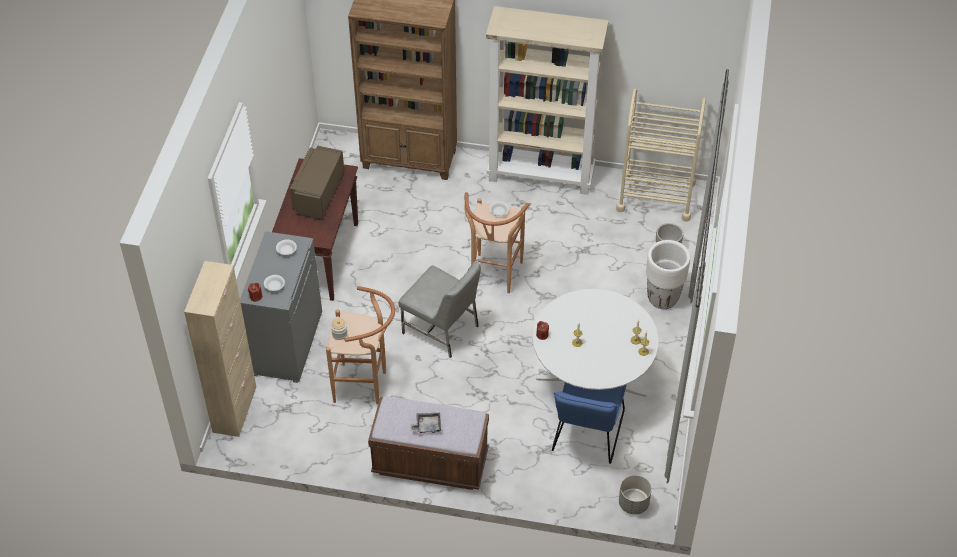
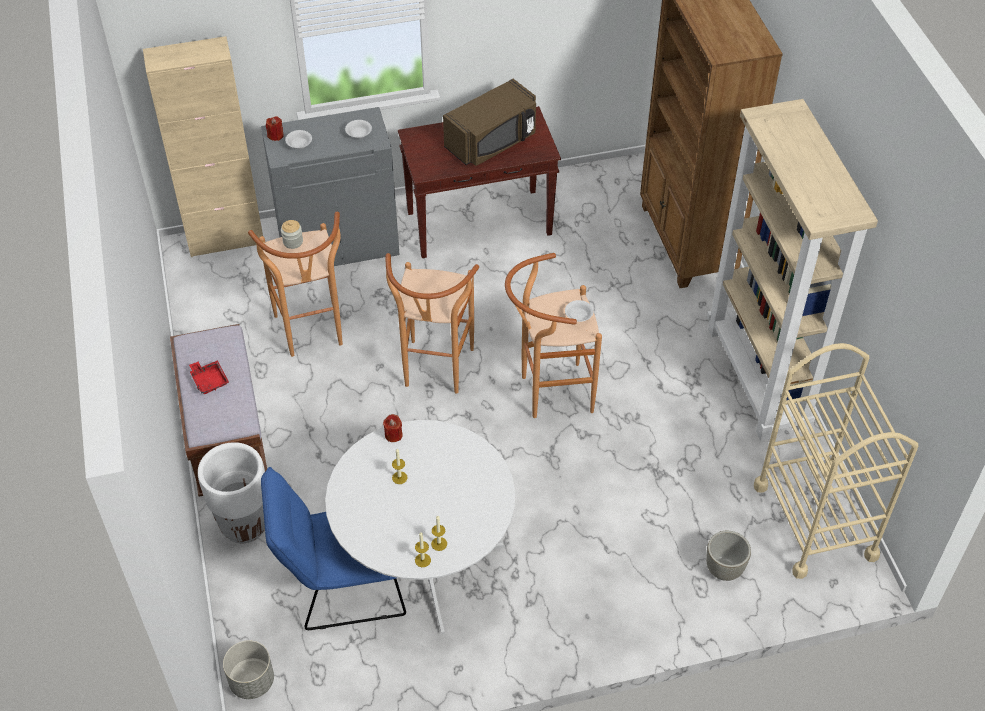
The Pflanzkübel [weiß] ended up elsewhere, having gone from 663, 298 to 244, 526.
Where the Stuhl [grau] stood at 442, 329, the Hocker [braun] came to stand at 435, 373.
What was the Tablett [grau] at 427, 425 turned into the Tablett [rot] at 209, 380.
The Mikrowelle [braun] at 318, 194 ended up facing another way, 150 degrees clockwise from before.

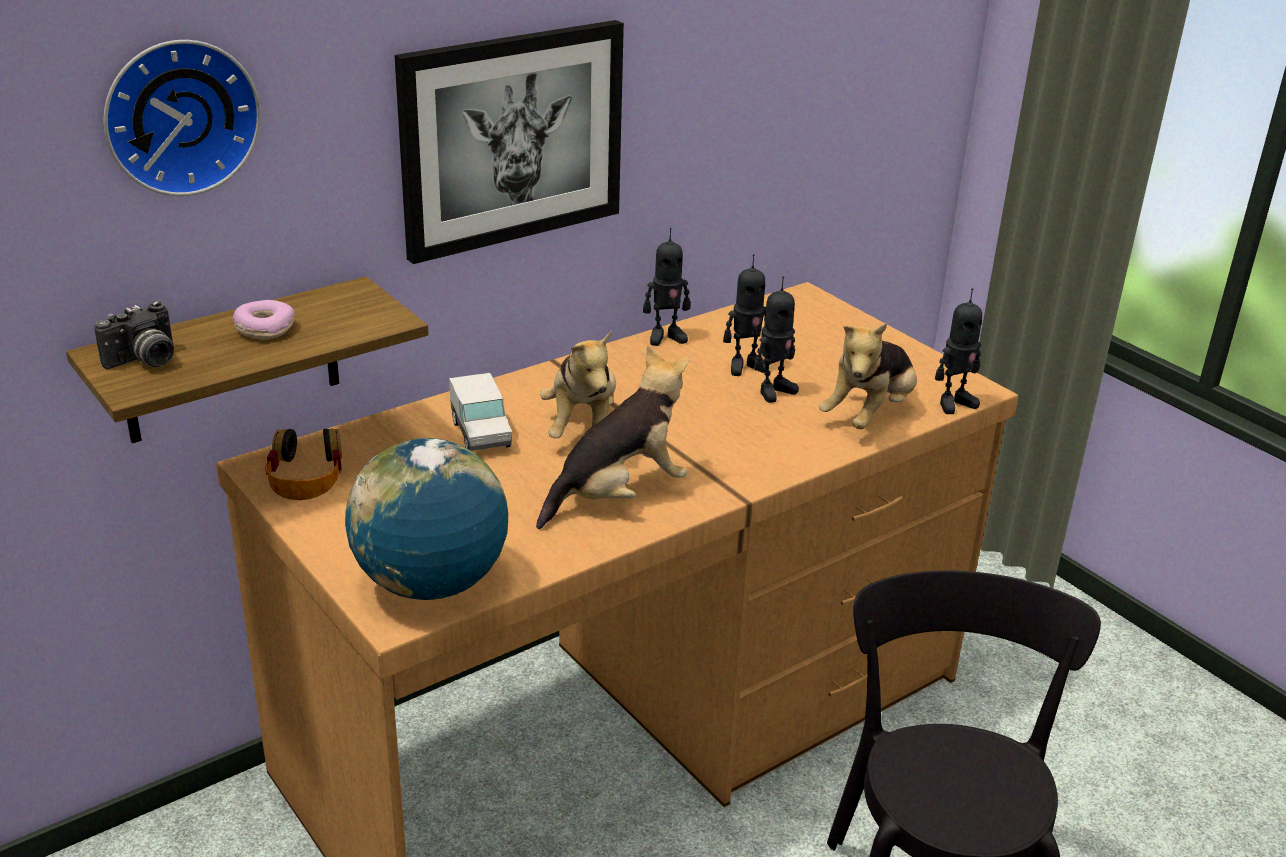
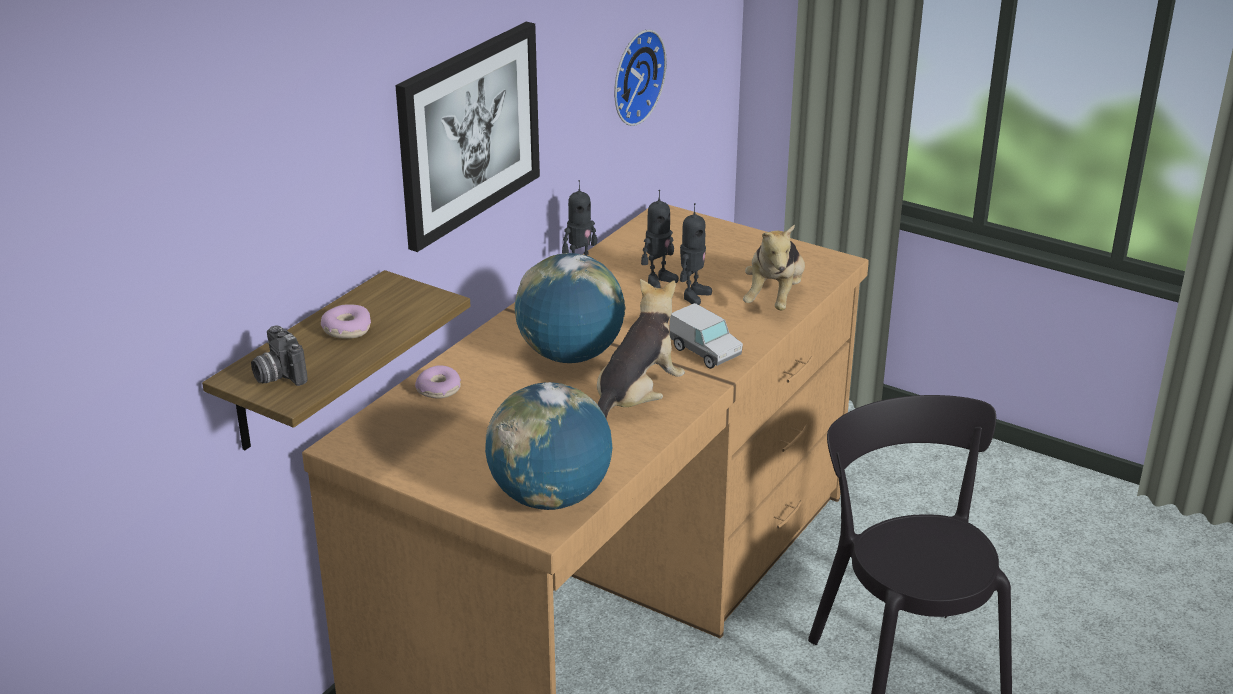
The second view lost the Kopfhörer at 306, 475.
The second view lost the Spielzeugroboter at 954, 403.
The second view gained the Donut at 439, 389.
The Wanduhr ended up elsewhere, having gone from 179, 115 to 633, 76.
The Spielzeuglaster ended up elsewhere, having gone from 480, 434 to 705, 352.
Where the Plüschtier stood at 582, 426, the Globus came to stand at 570, 355.
The Kamera at 145, 361 ended up facing another way, 120 degrees clockwise from before.

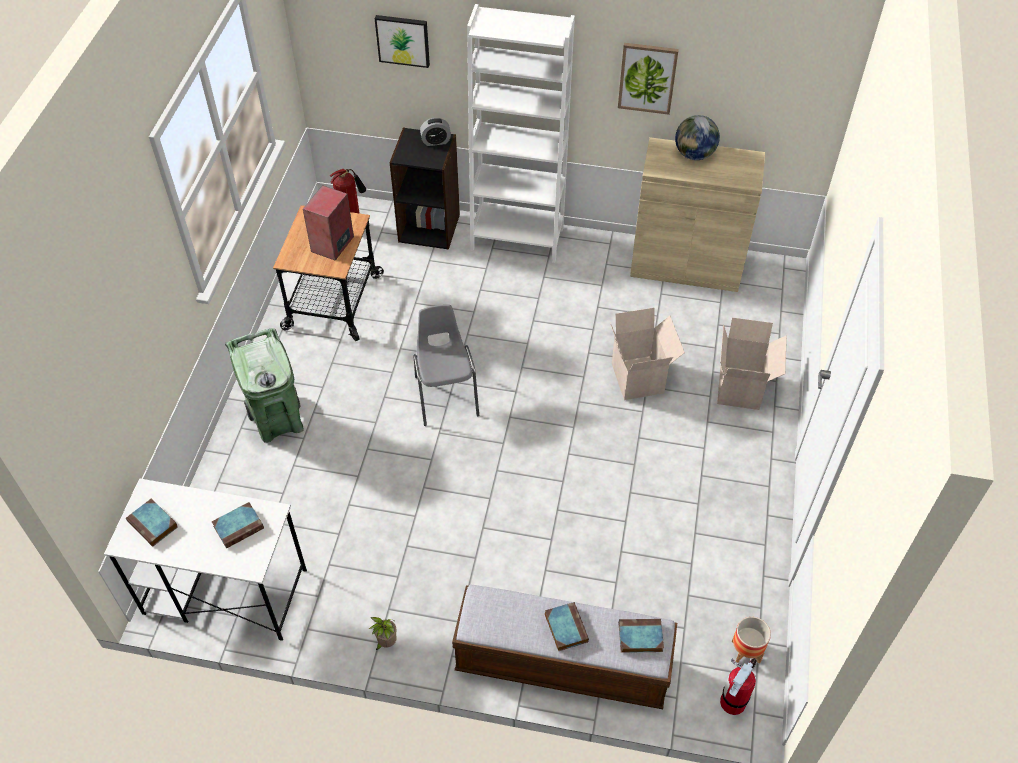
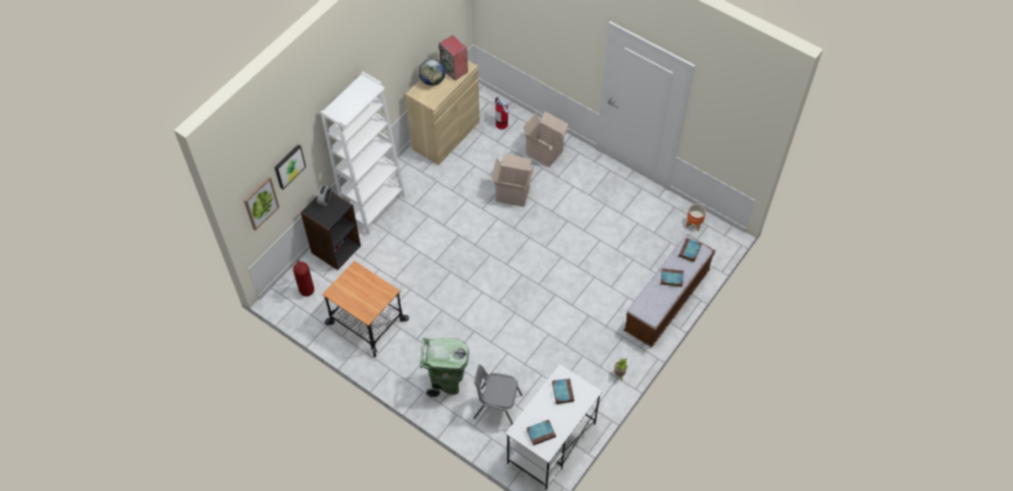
The Lautsprecher ended up elsewhere, having gone from 332, 244 to 454, 70.
The Stuhl [grau] ended up elsewhere, having gone from 446, 395 to 497, 406.
The Bild ended up elsewhere, having gone from 647, 78 to 260, 203.
The Feuerlöscher ended up elsewhere, having gone from 733, 702 to 501, 124.

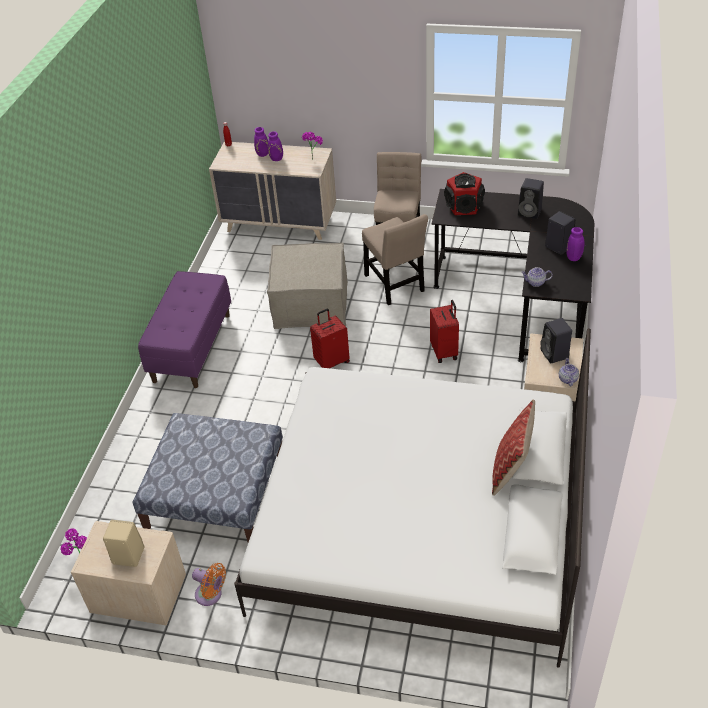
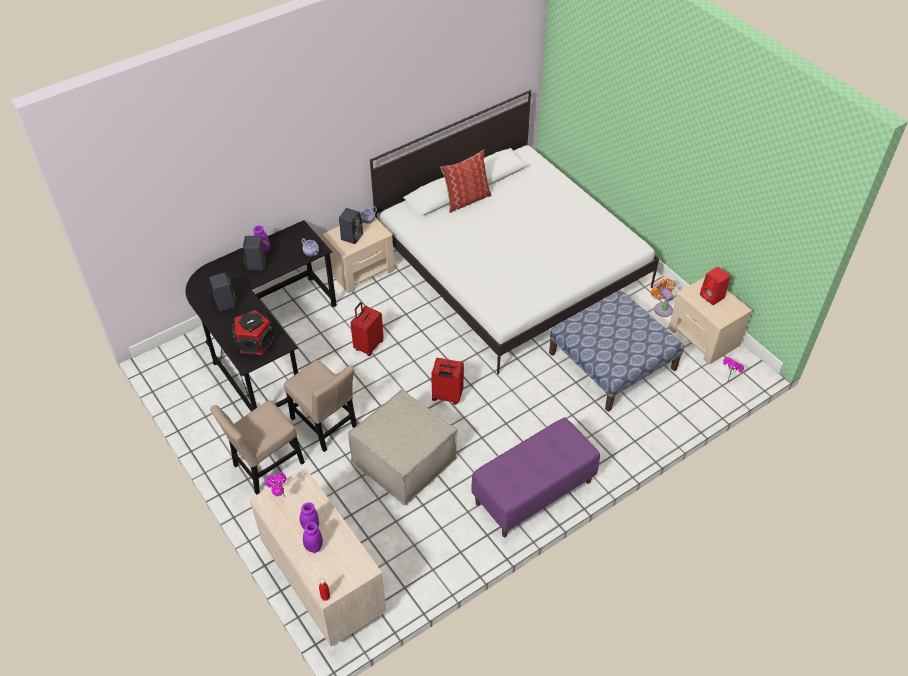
What was the Lautsprecher [beige] at 127, 556 turned into the Lautsprecher [rot] at 712, 297.
The Stuhl [beige] at 395, 285 ended up facing another way, 120 degrees clockwise from before.

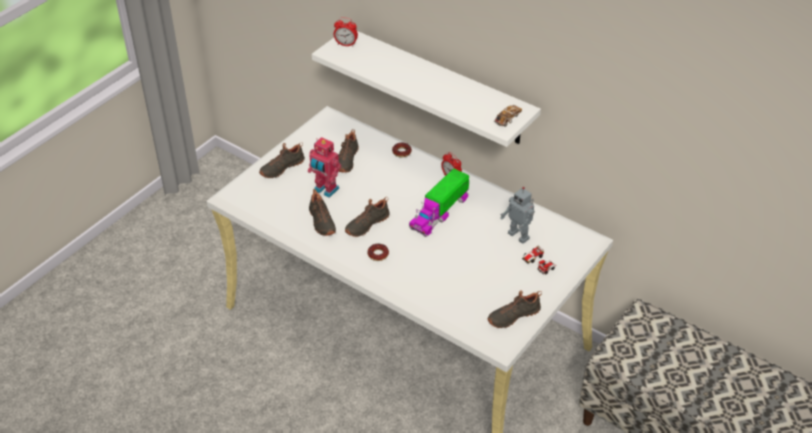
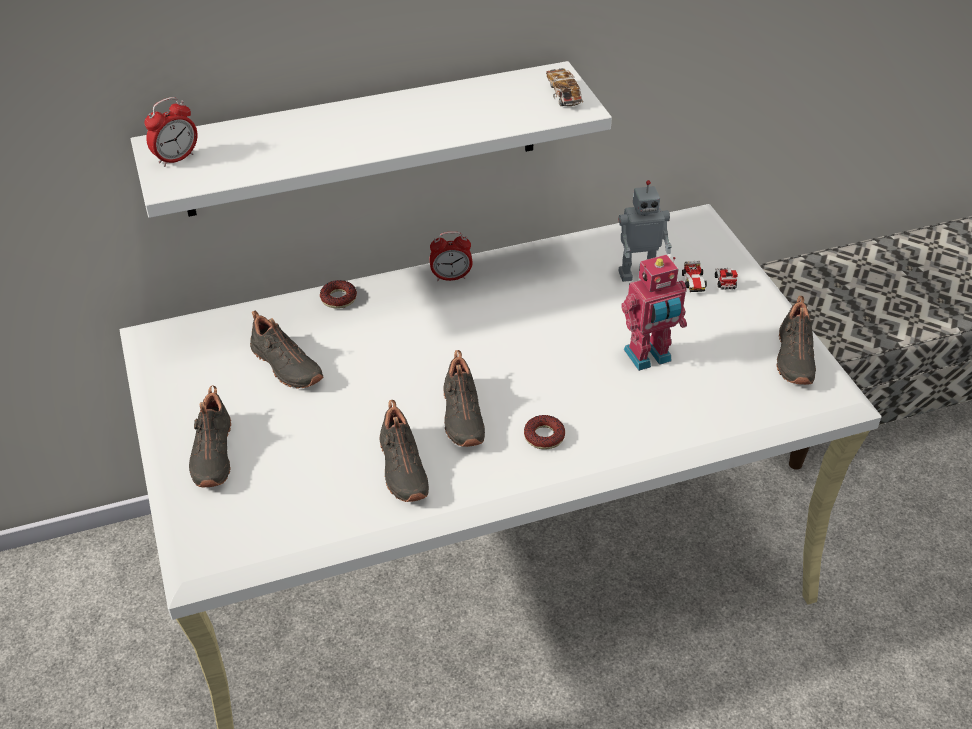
The second view lost the Spielzeuglaster at 439, 212.
The Spielzeugroboter ended up elsewhere, having gone from 325, 190 to 649, 357.
The Schuh [schwarz] at 321, 221 ended up facing another way, 60 degrees clockwise from before.

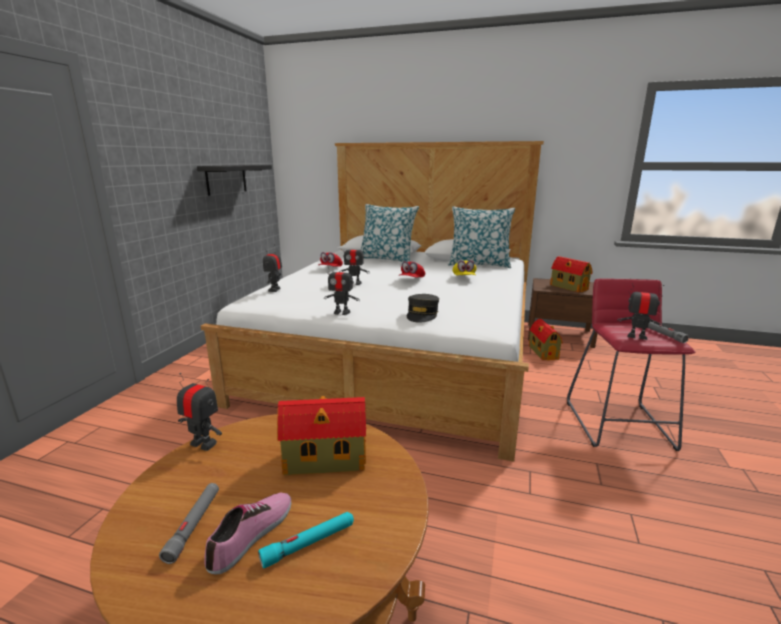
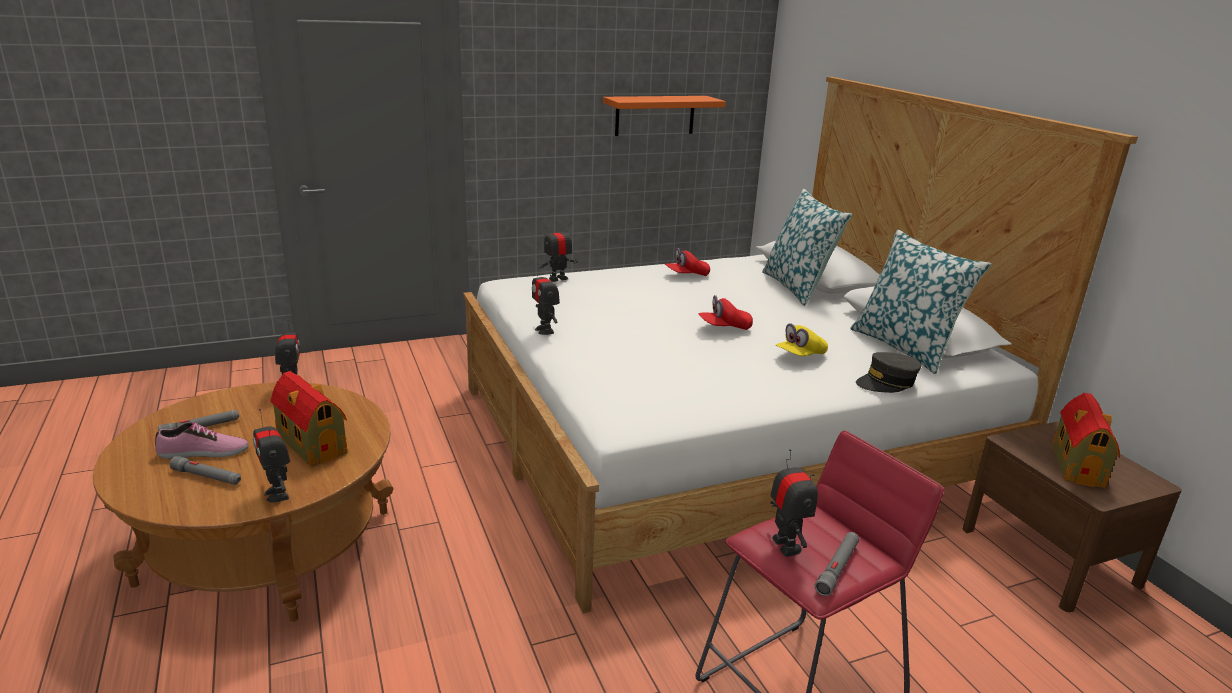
The second view lost the Spielzeughaus at 543, 352.
The Spielzeugroboter ended up elsewhere, having gone from 354, 283 to 278, 494.
The Kappe [grau] ended up elsewhere, having gone from 422, 315 to 887, 382.
What was the Wandregal [schwarz] at 226, 179 turned into the Wandregal [orange] at 655, 115.
What was the Taschenlampe [türkis] at 309, 543 turned into the Taschenlampe [grau] at 207, 477.

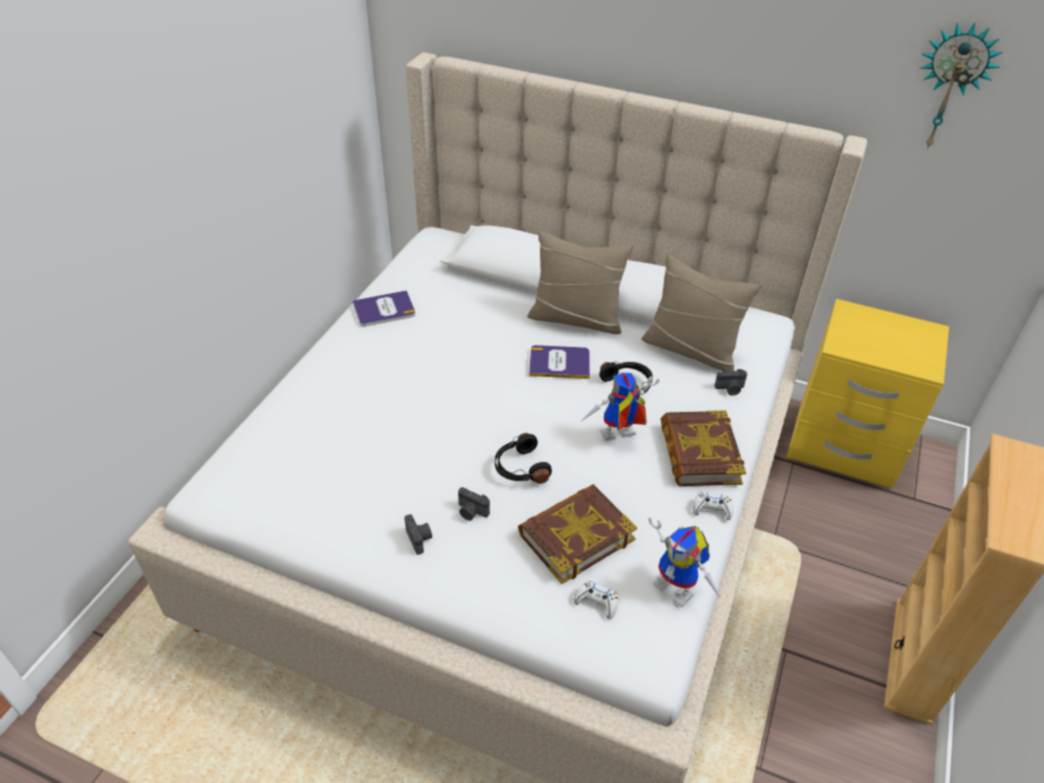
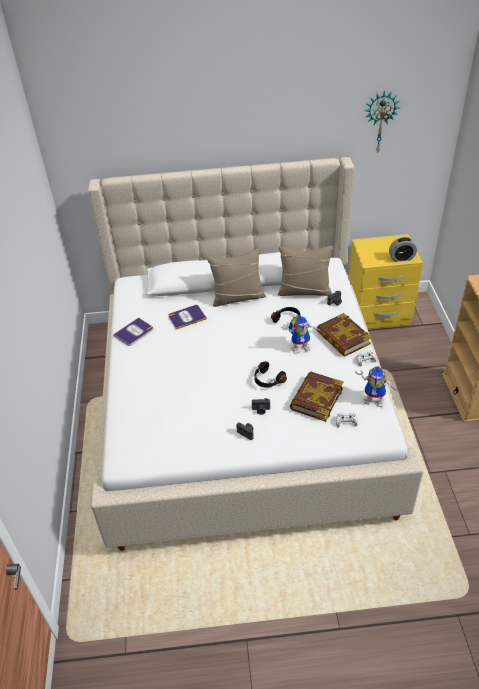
The second view gained the Wecker at 401, 258.
The Buch ended up elsewhere, having gone from 559, 363 to 187, 317.
The Spielzeugroboter at 617, 437 ended up facing another way, 150 degrees counterclockwise from before.

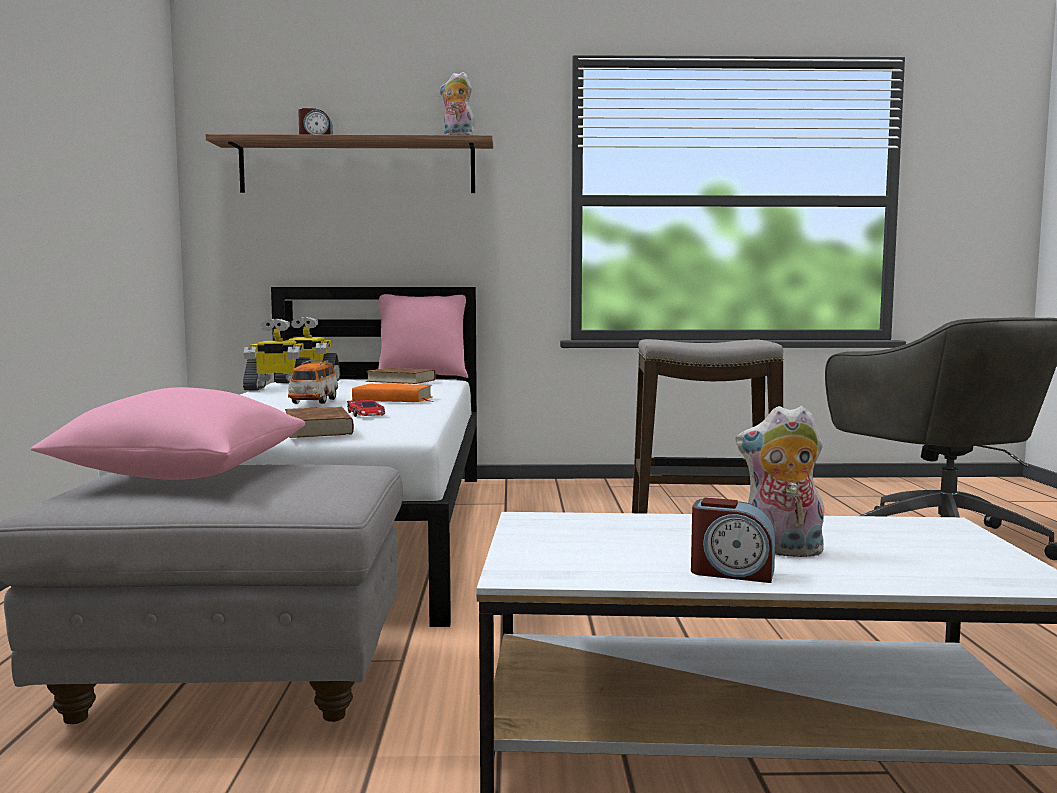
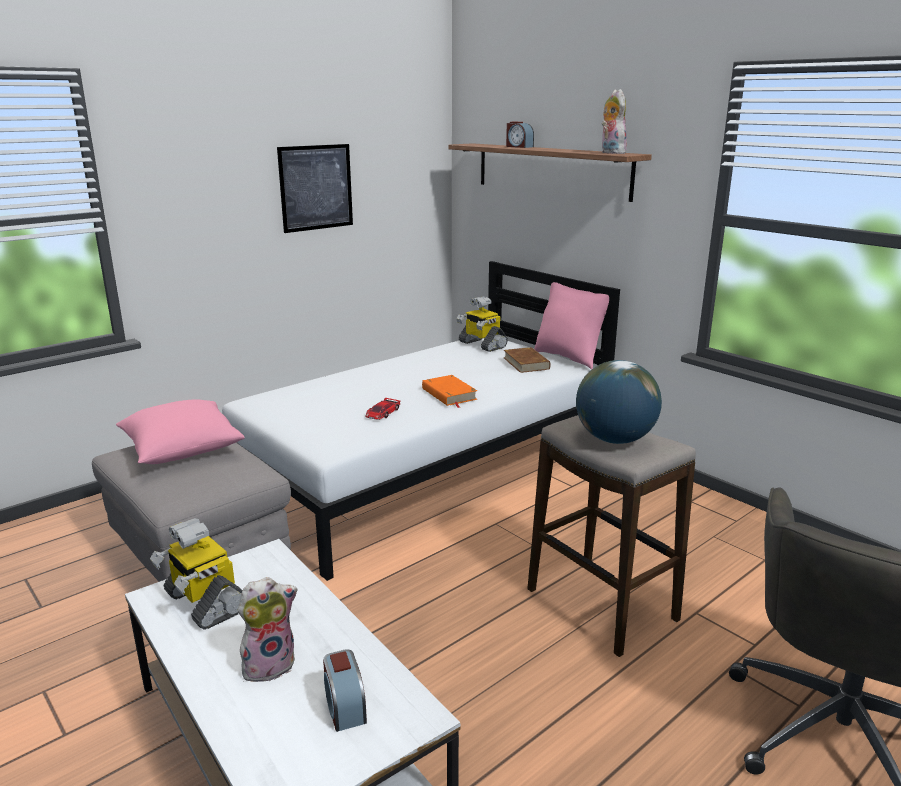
The second view lost the Buch [braun] at 319, 429.
The second view lost the Spielzeugauto at 314, 401.
The second view gained the Bild at 316, 187.
The second view gained the Globus at 615, 439.
The Spielzeugroboter ended up elsewhere, having gone from 278, 389 to 204, 602.
The Wecker ended up elsewhere, having gone from 731, 572 to 344, 707.
The Plüschtier at 781, 551 ended up facing another way, 90 degrees clockwise from before.

